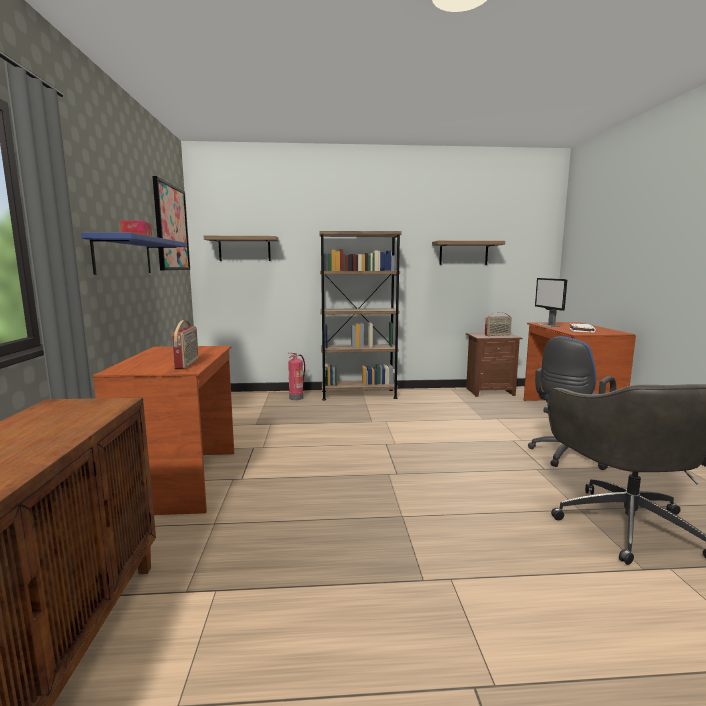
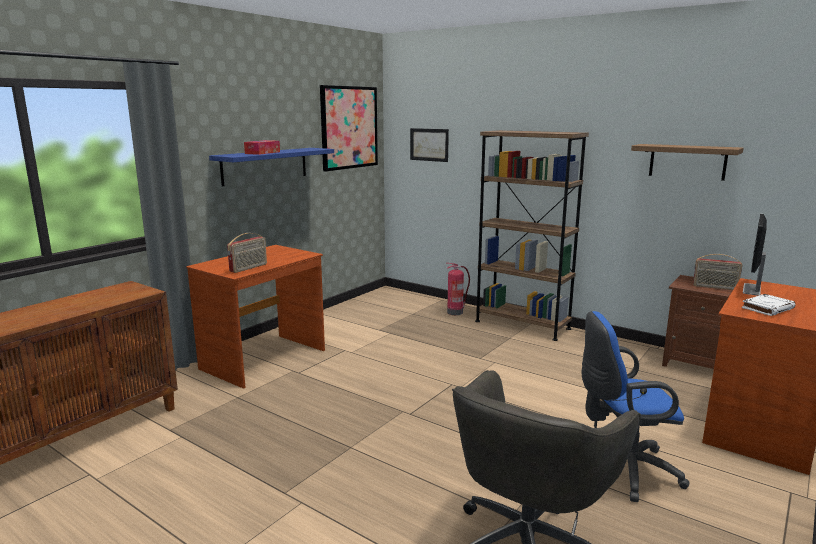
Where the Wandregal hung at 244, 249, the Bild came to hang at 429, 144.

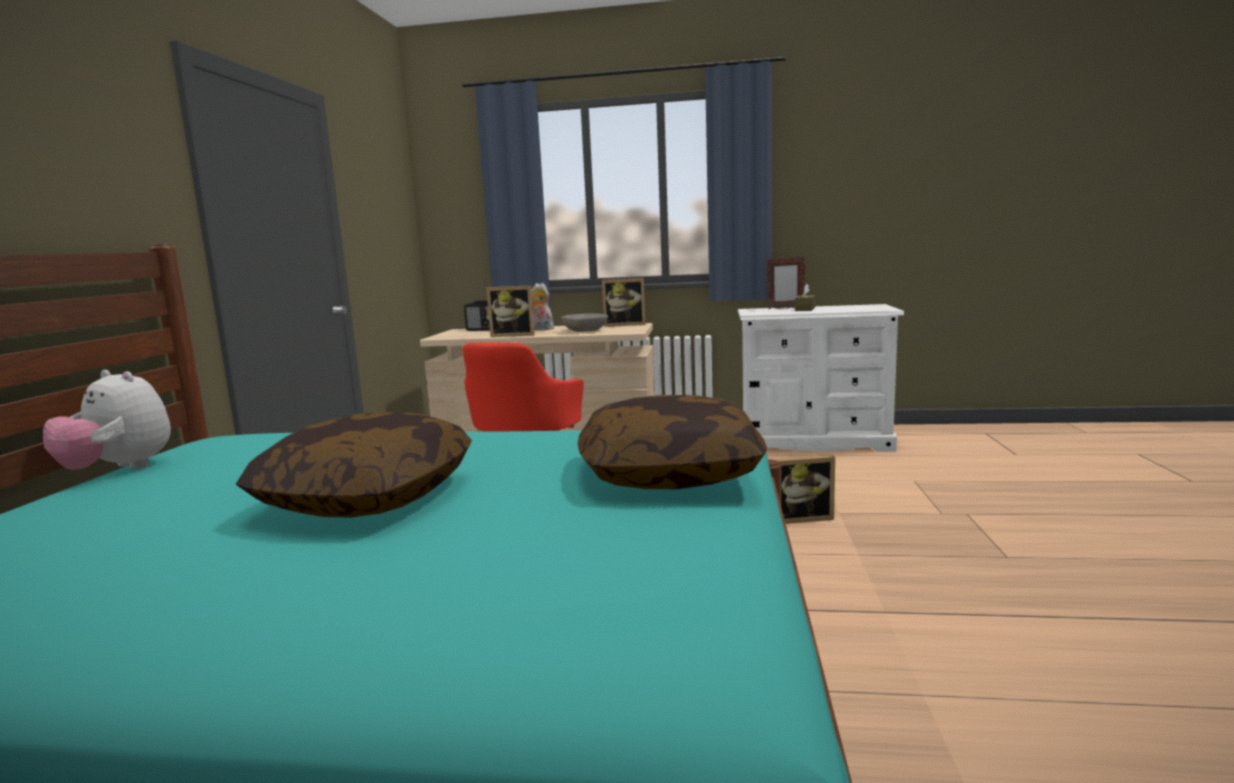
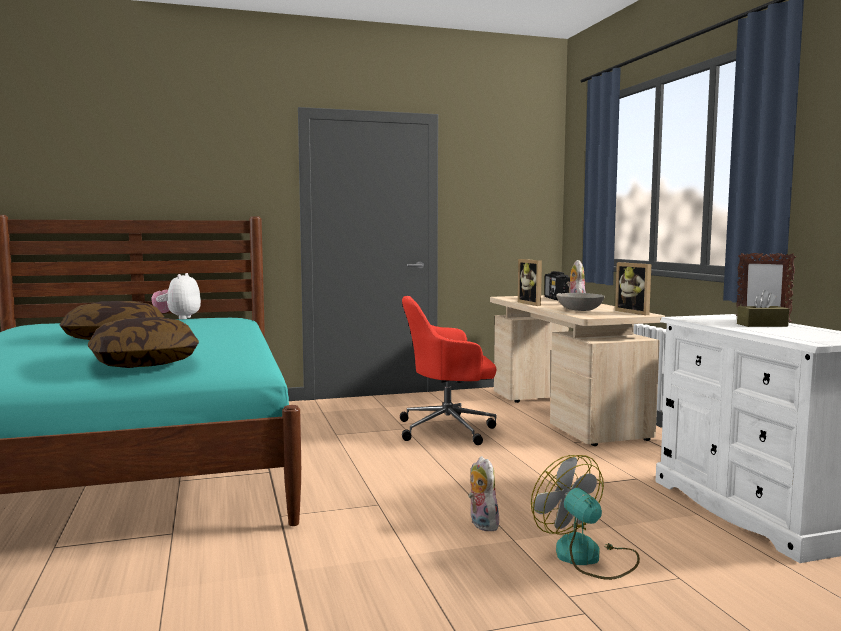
The second view gained the Ventilator at 587, 557.
Where the Bilderrahmen stood at 802, 518, the Plüschtier came to stand at 481, 524.

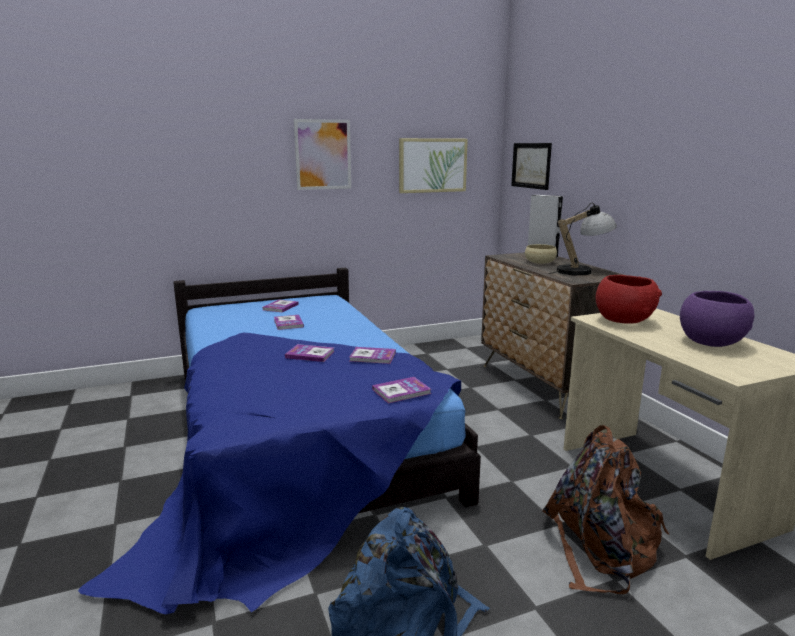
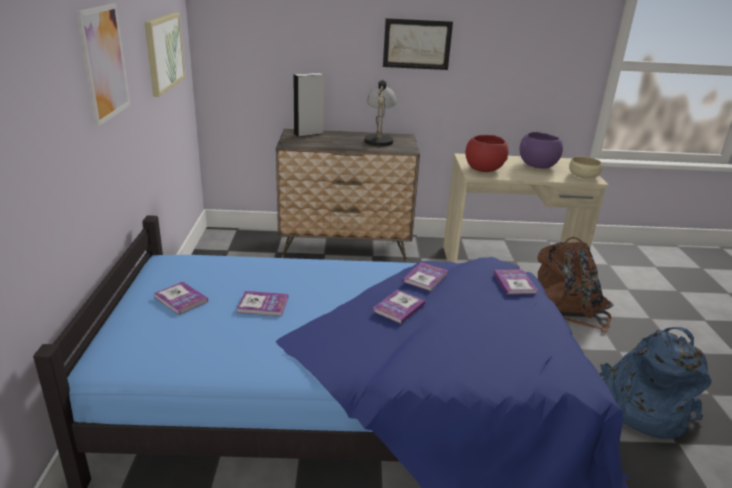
The Bild ended up elsewhere, having gone from 531, 165 to 417, 44.
The Schüssel [beige] ended up elsewhere, having gone from 540, 262 to 583, 175.

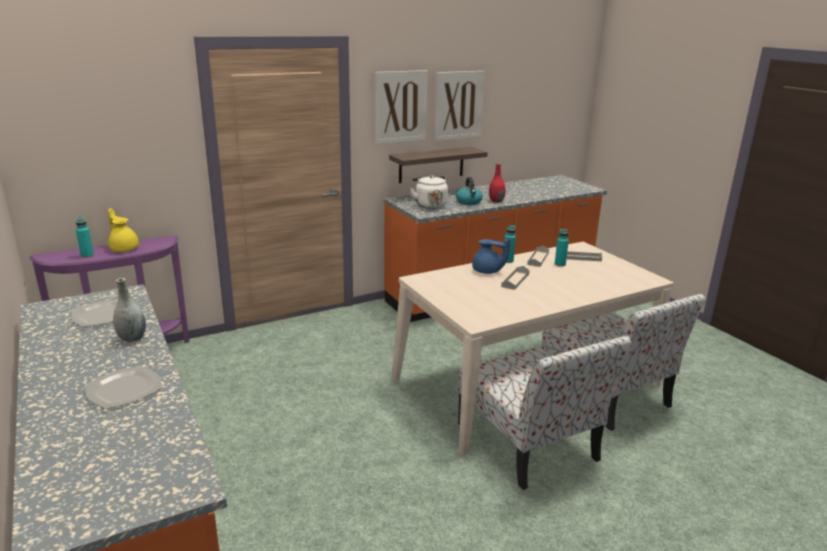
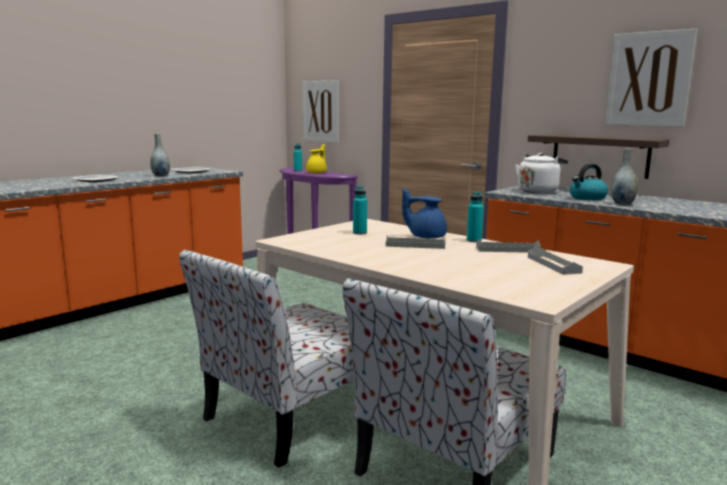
The Bild ended up elsewhere, having gone from 400, 107 to 321, 111.
The Flasche [türkis] ended up elsewhere, having gone from 560, 264 to 359, 233.
What was the Vase [rot] at 496, 201 turned into the Vase [grau] at 622, 203.
The Teekanne [blau] at 488, 271 ended up facing another way, 105 degrees clockwise from before.

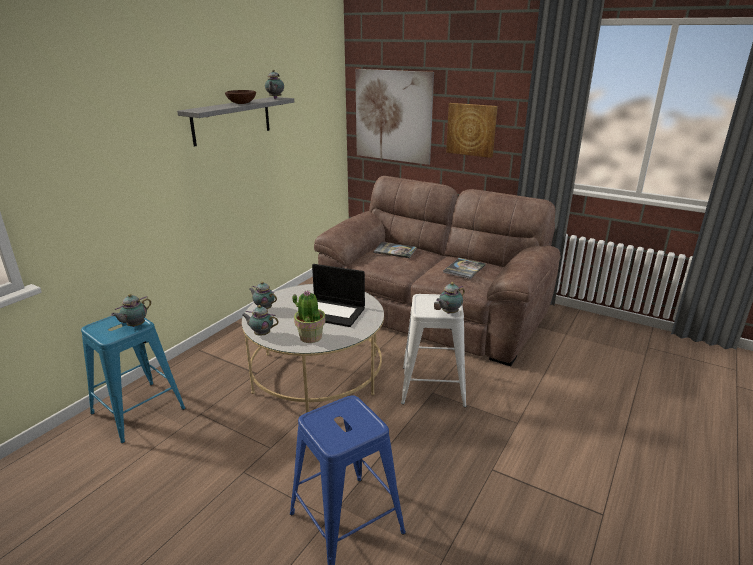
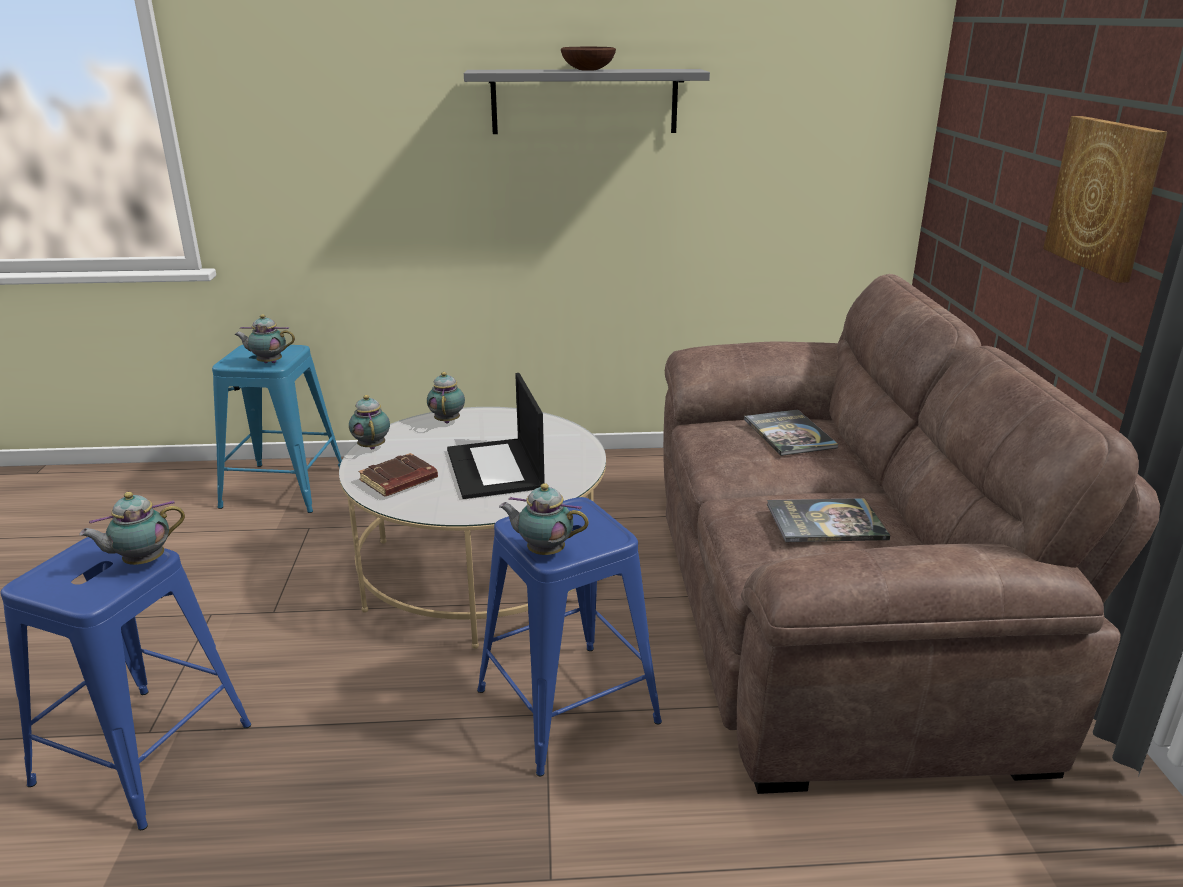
The second view lost the Bild at 393, 116.
The Teekanne ended up elsewhere, having gone from 275, 98 to 141, 562.
Where the Topfpflanze stood at 310, 337, the Buch [braun] came to stand at 399, 481.
What was the Hocker [weiß] at 433, 386 turned into the Hocker [blau] at 567, 707.

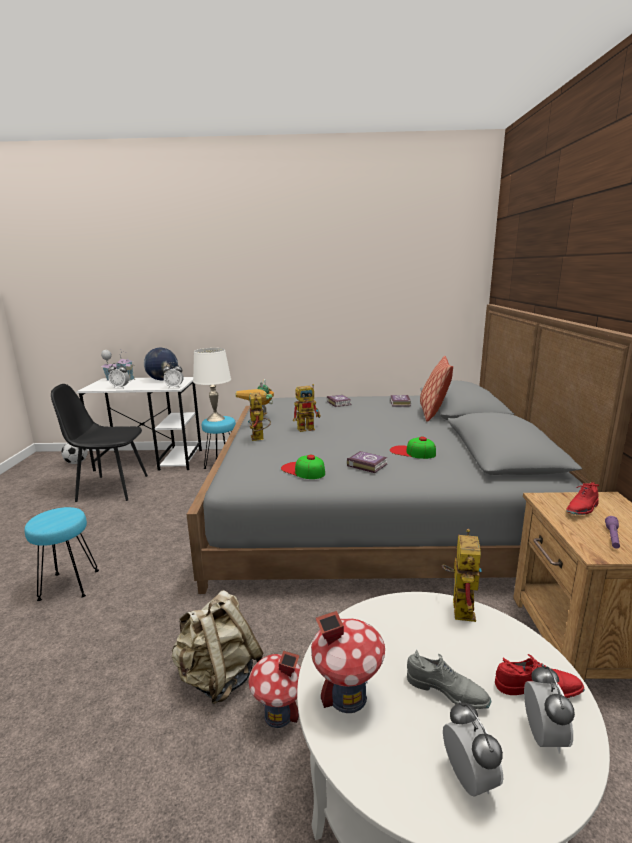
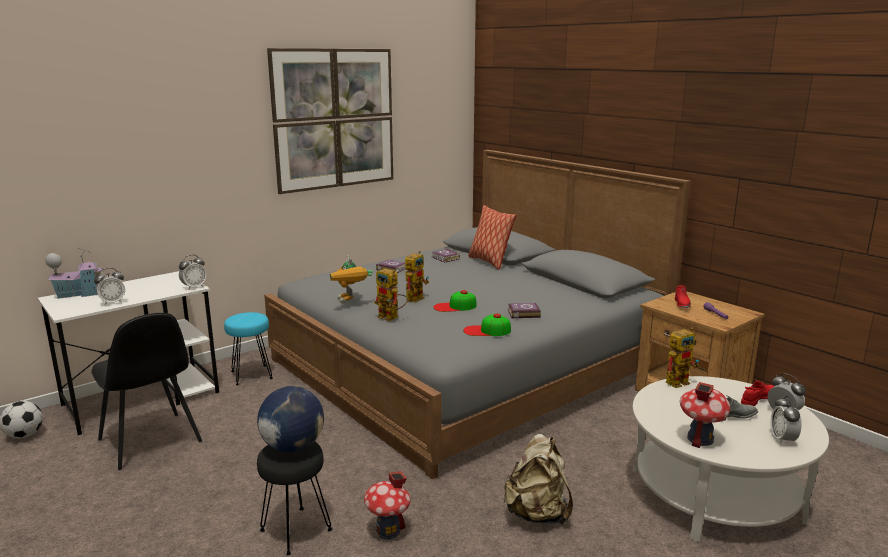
The second view lost the Tischlampe [weiß] at 215, 418.
The second view gained the Bild at 334, 119.
The Globus ended up elsewhere, having gone from 163, 380 to 293, 447.
The Spielzeughaus ended up elsewhere, having gone from 278, 714 to 388, 531.
The Kappe ended up elsewhere, having gone from 412, 452 to 455, 306.
What was the Hocker [türkis] at 69, 585 turned into the Hocker [schwarz] at 296, 531.
The Stuhl [schwarz] at 111, 488 ended up facing another way, 90 degrees counterclockwise from before.
The Spielzeugroboter at 459, 605 ended up facing another way, 90 degrees clockwise from before.
The Wecker at 468, 778 ended up facing another way, 120 degrees counterclockwise from before.

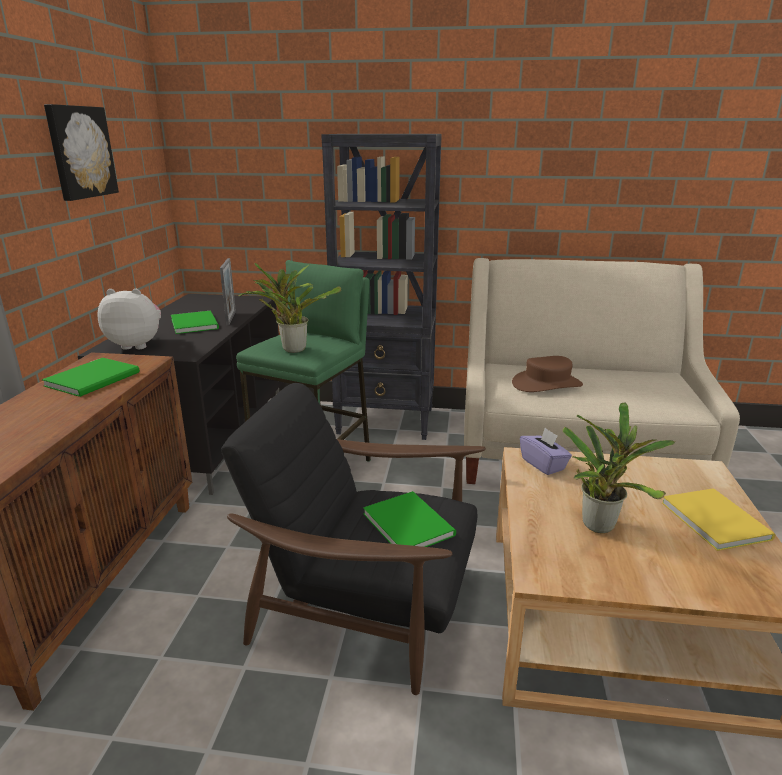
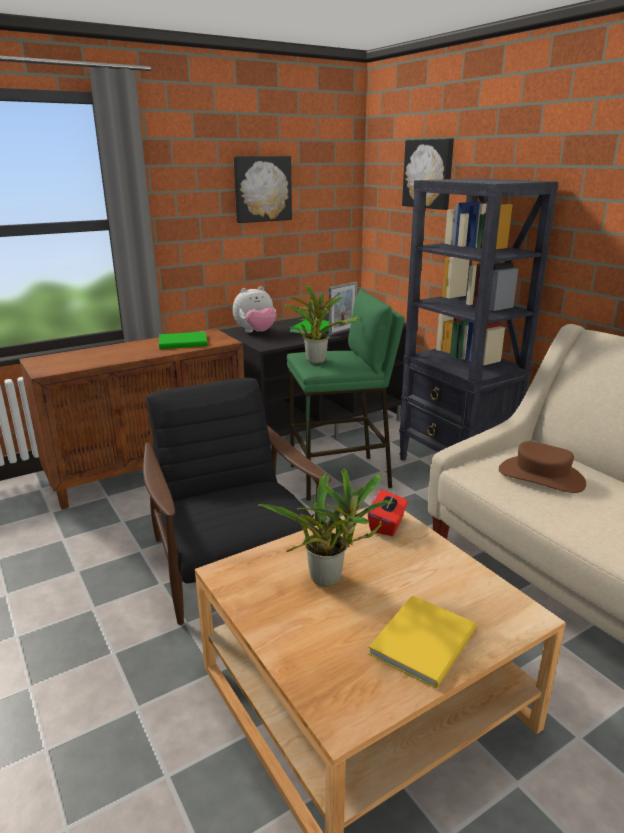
The second view lost the Buch [grün] at 408, 522.
The second view gained the Bild at 429, 174.
What was the Taschentuchbox [lila] at 543, 464 turned into the Taschentuchbox [rot] at 387, 524.
The Plüschtier at 137, 345 ended up facing another way, 105 degrees clockwise from before.

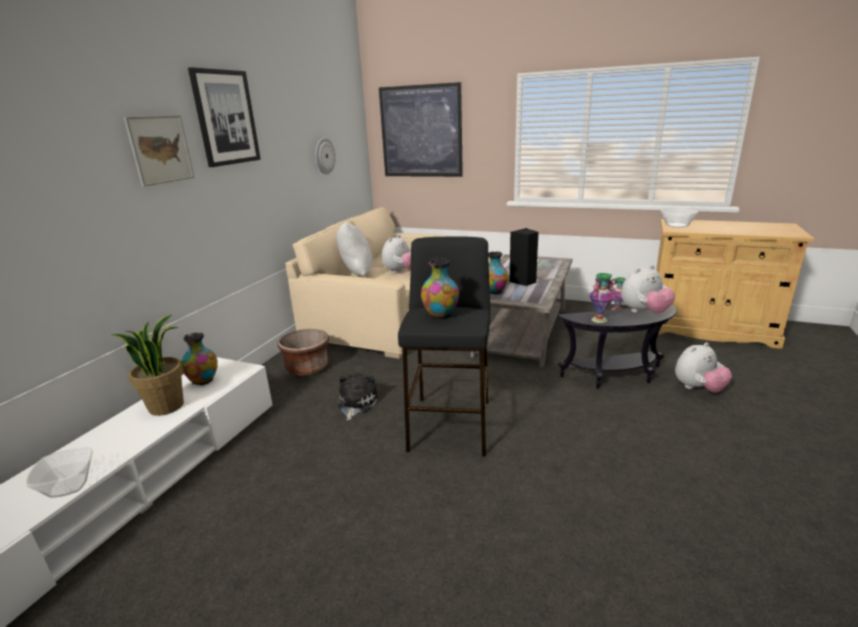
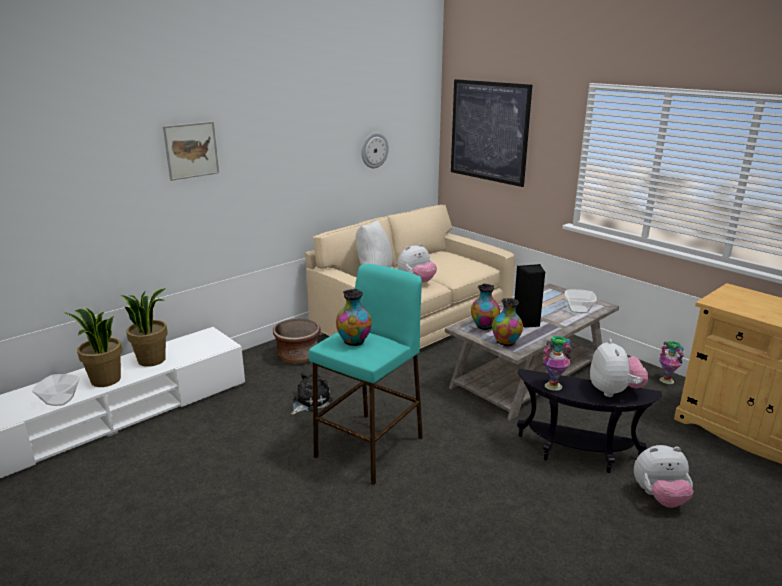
The second view lost the Bild at 226, 118.
The second view gained the Topfpflanze at 105, 380.
The Vase ended up elsewhere, having gone from 204, 381 to 506, 343.
The Schüssel ended up elsewhere, having gone from 677, 225 to 578, 309.
What was the Hocker [schwarz] at 450, 424 turned into the Hocker [türkis] at 370, 446.
The Plüschtier at 644, 312 ended up facing another way, 90 degrees counterclockwise from before.

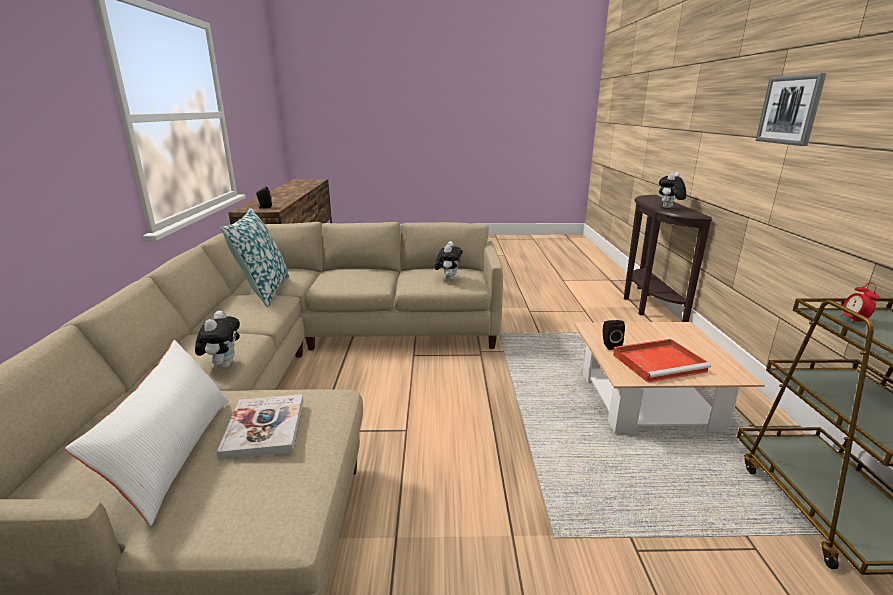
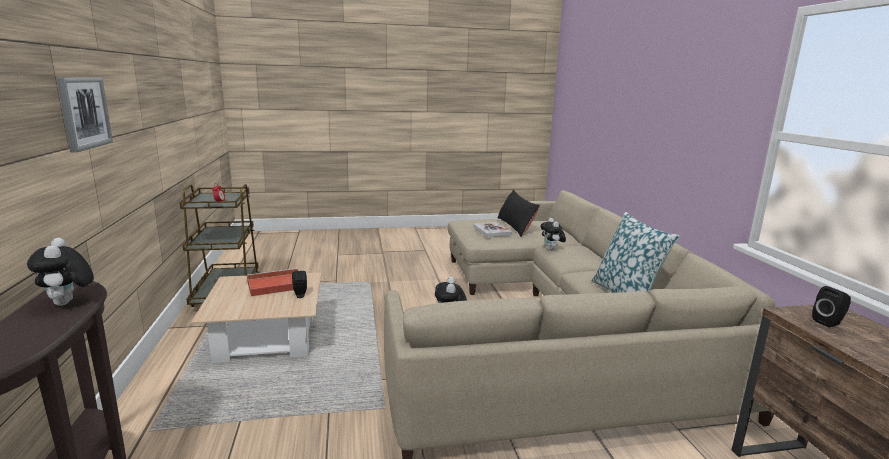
What was the Kissen [weiß] at 173, 453 turned into the Kissen [schwarz] at 516, 226.
The Plüschtier at 668, 208 ended up facing another way, 120 degrees clockwise from before.

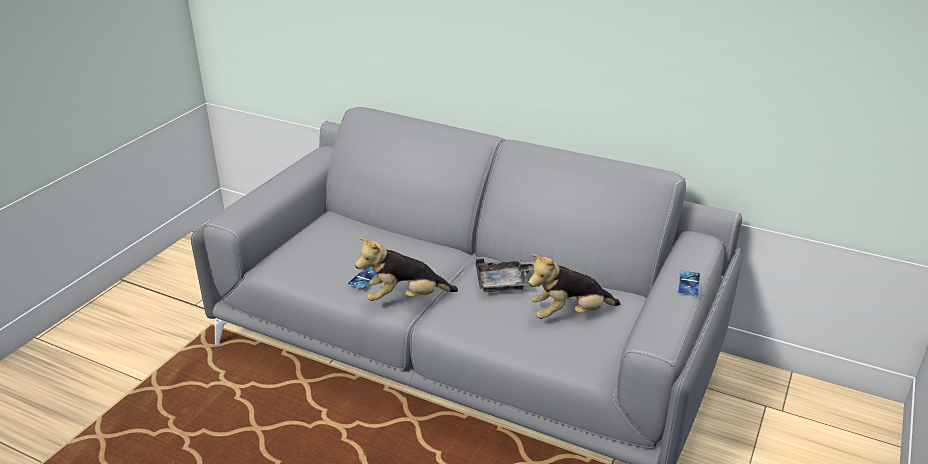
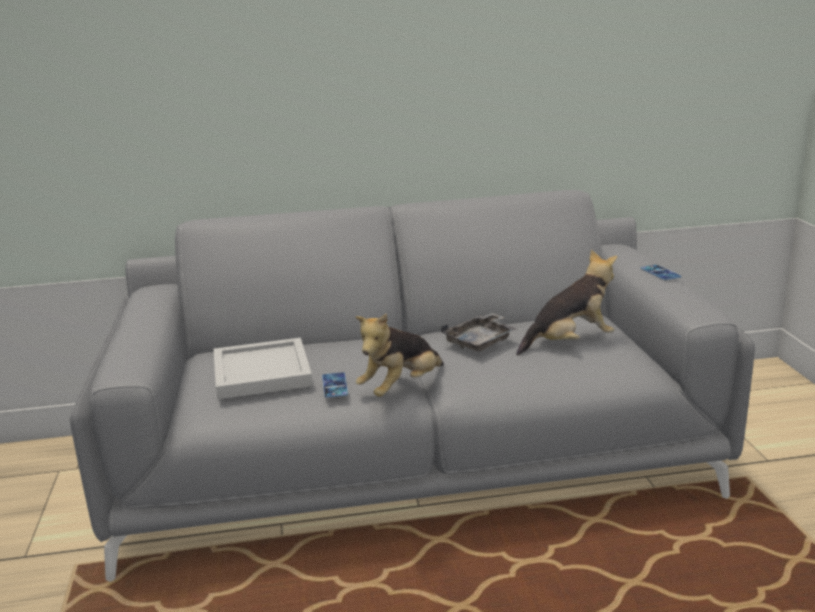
The second view gained the Tablett [weiß] at 260, 372.
The Plüschtier at 569, 314 ended up facing another way, 150 degrees counterclockwise from before.

